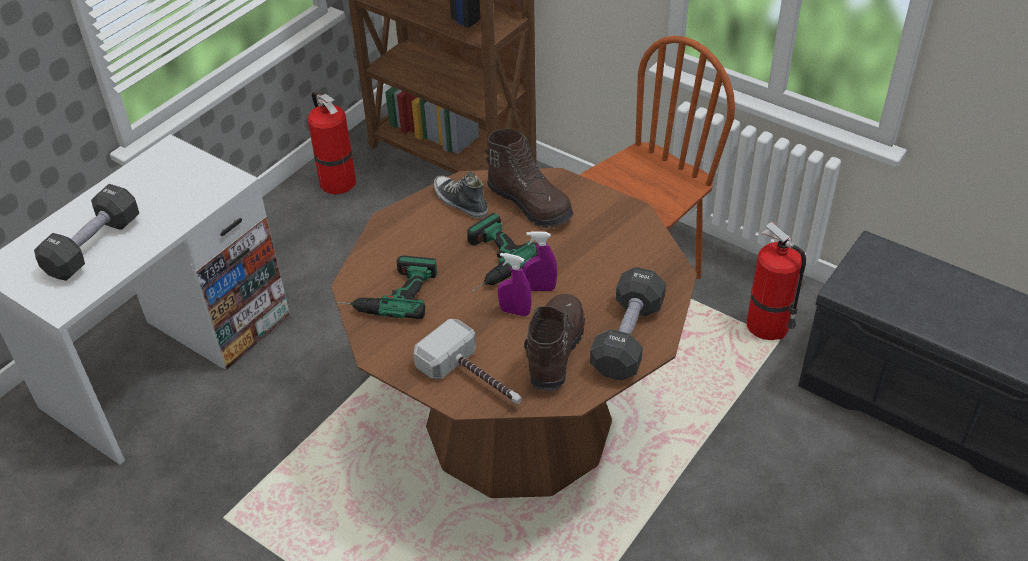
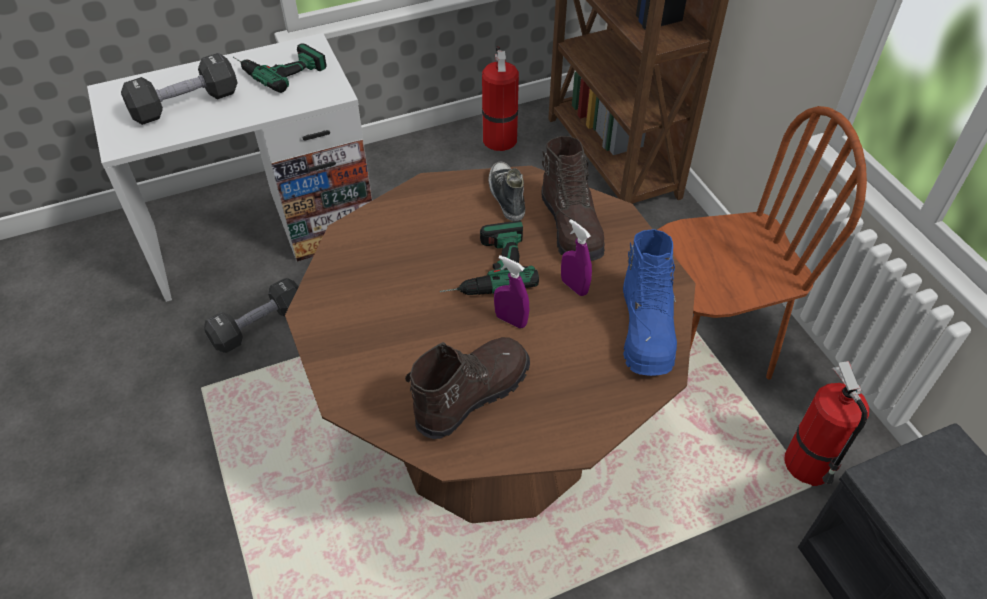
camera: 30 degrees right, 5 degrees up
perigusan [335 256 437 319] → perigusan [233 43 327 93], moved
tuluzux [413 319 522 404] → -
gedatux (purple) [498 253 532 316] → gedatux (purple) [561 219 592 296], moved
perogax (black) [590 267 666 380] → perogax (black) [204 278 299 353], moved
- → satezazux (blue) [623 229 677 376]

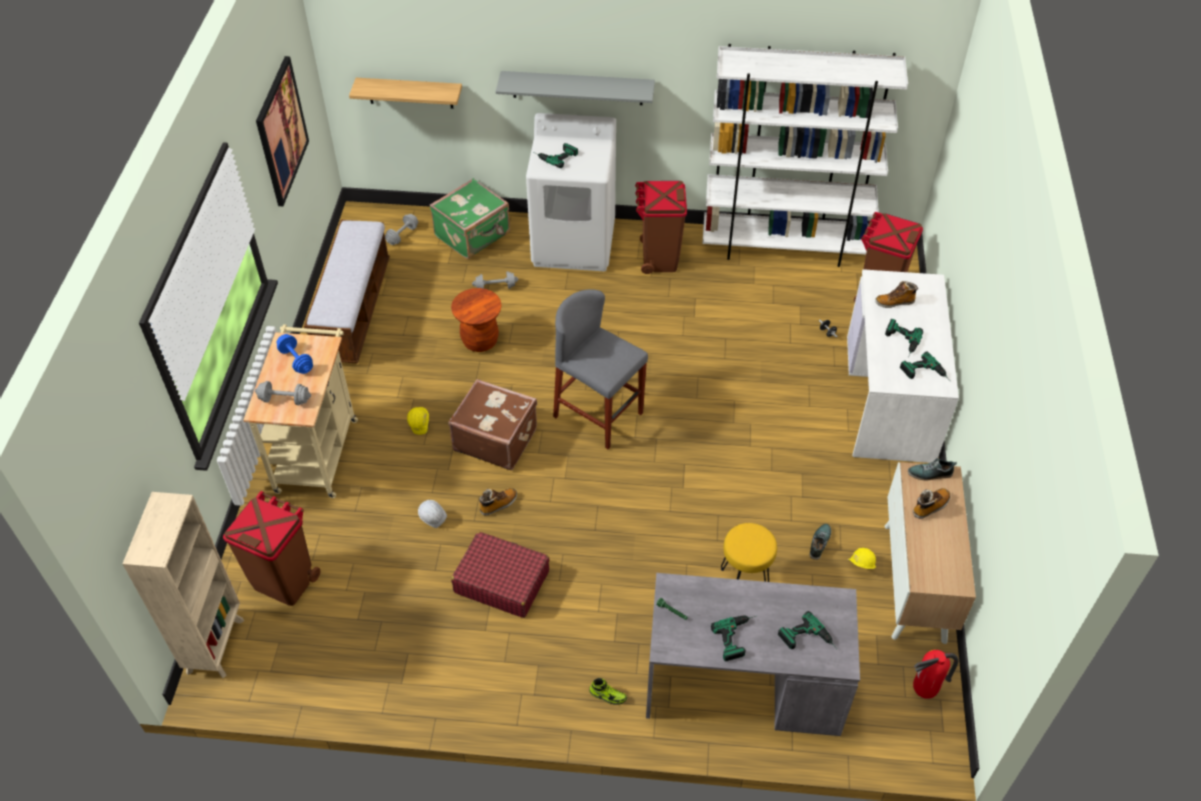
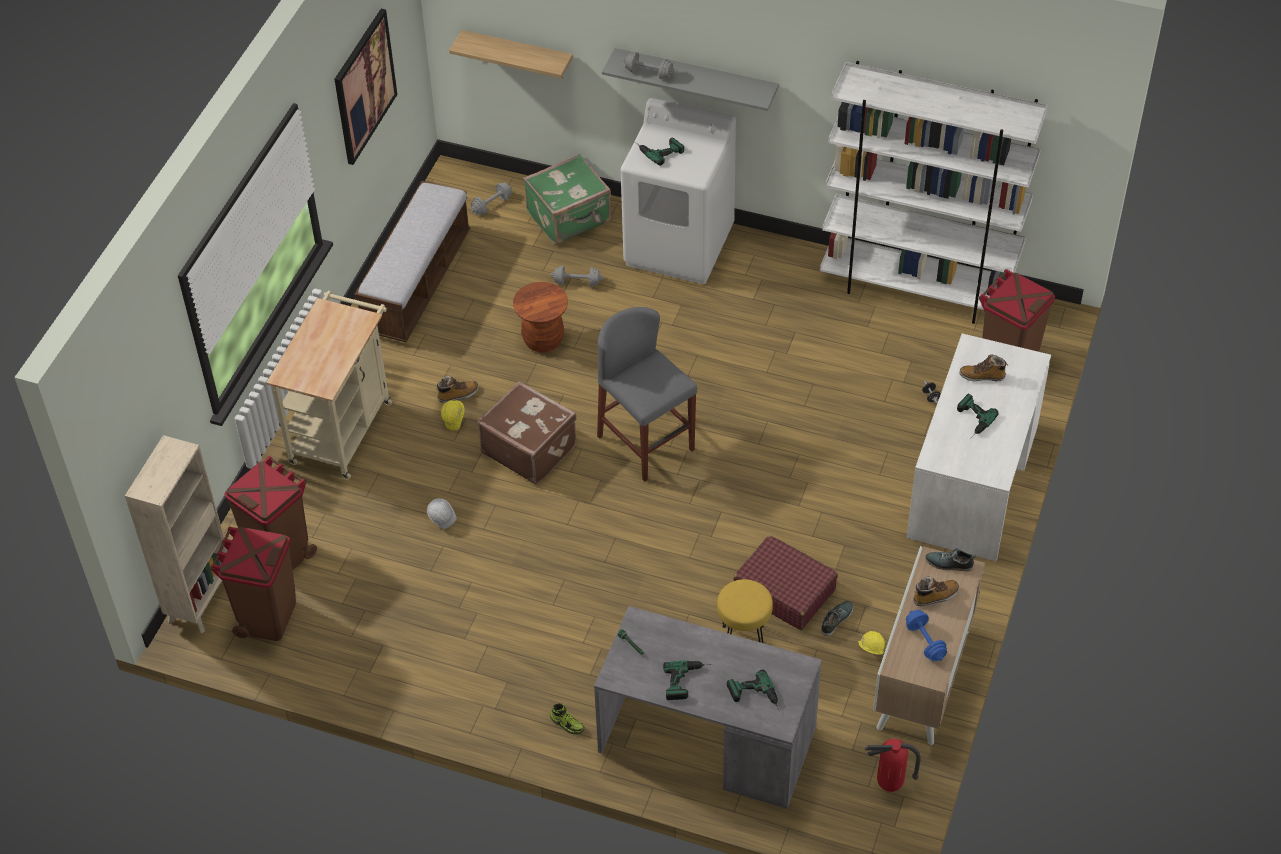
camera: 15 degrees right, 0 degrees up
perogax (grey) [255 381 311 405] → perogax (grey) [623 52 675 79], moved
perogax (blue) [277 334 313 374] → perogax (blue) [906 610 947 661], moved
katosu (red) [451 532 549 618] → katosu (red) [733 535 838 630], moved
satezazux [479 488 517 516] → satezazux [436 376 479 403], moved
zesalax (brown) [635 181 687 274] → zesalax (brown) [211 527 296 641], moved
perigusan [900 351 951 382] → -

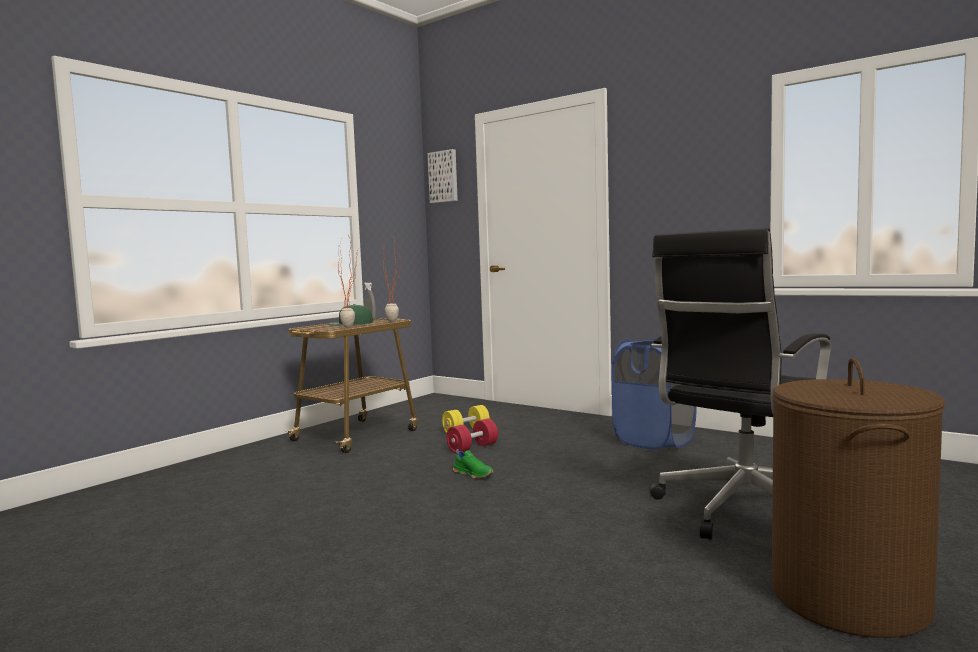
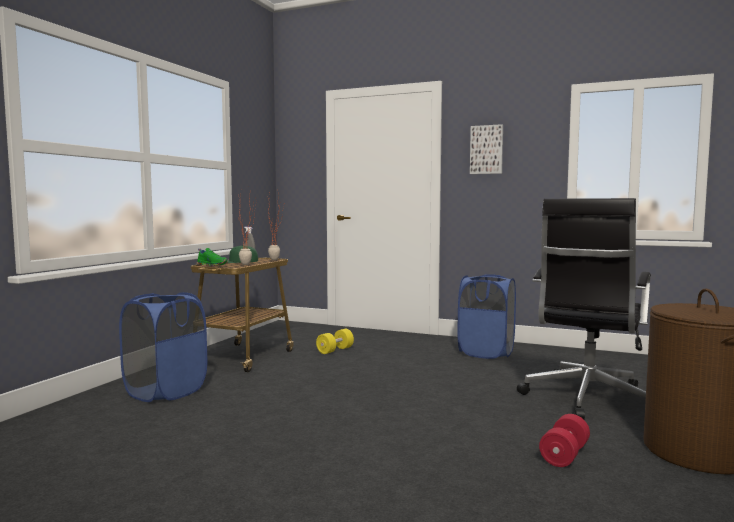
camera: 15 degrees left, 0 degrees up
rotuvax [428 149 458 203] → rotuvax [470 124 503 174], moved
perogax (red) [446 419 498 454] → perogax (red) [539 414 590 467], moved
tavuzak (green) [453 449 494 479] → tavuzak (green) [197 248 228 266], moved
- → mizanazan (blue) [119 292 207 402]

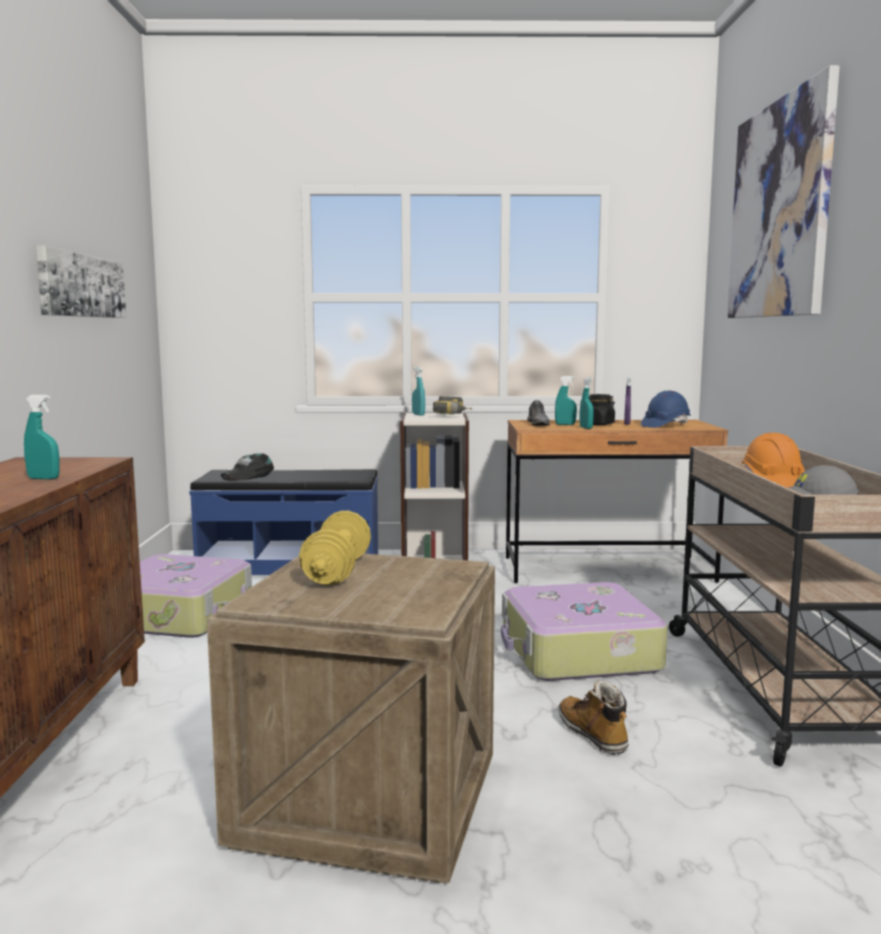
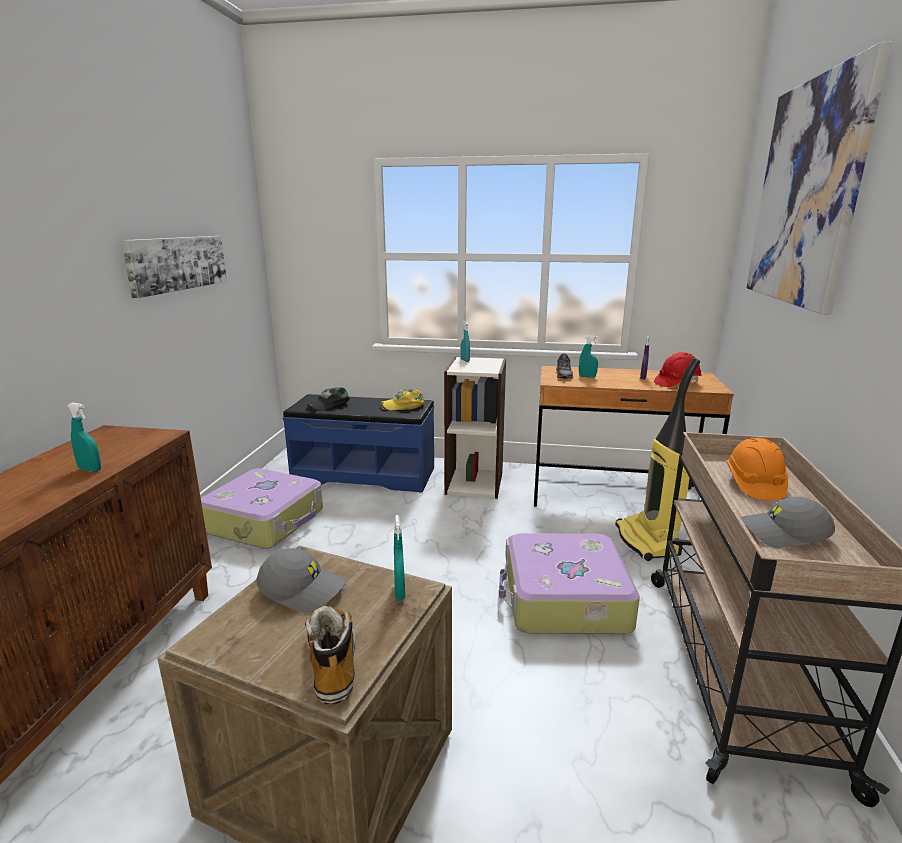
camera: 10 degrees right, 10 degrees up
perogax (yellow) [299 511 371 585] → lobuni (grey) [256 548 345 614]
perigusan [433 396 473 414] → -
satezazux [558 680 629 755] → satezazux [305 605 355 705], moved
gedatux (turquoise) [580 378 594 429] → gedatux (turquoise) [394 515 405 599], moved
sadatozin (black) [589 394 615 425] → -
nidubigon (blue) [640 391 691 428] → nidubigon (red) [654 352 702 387]
- → lobuni (yellow) [381 389 425 411]
- → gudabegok [615 358 700 561]

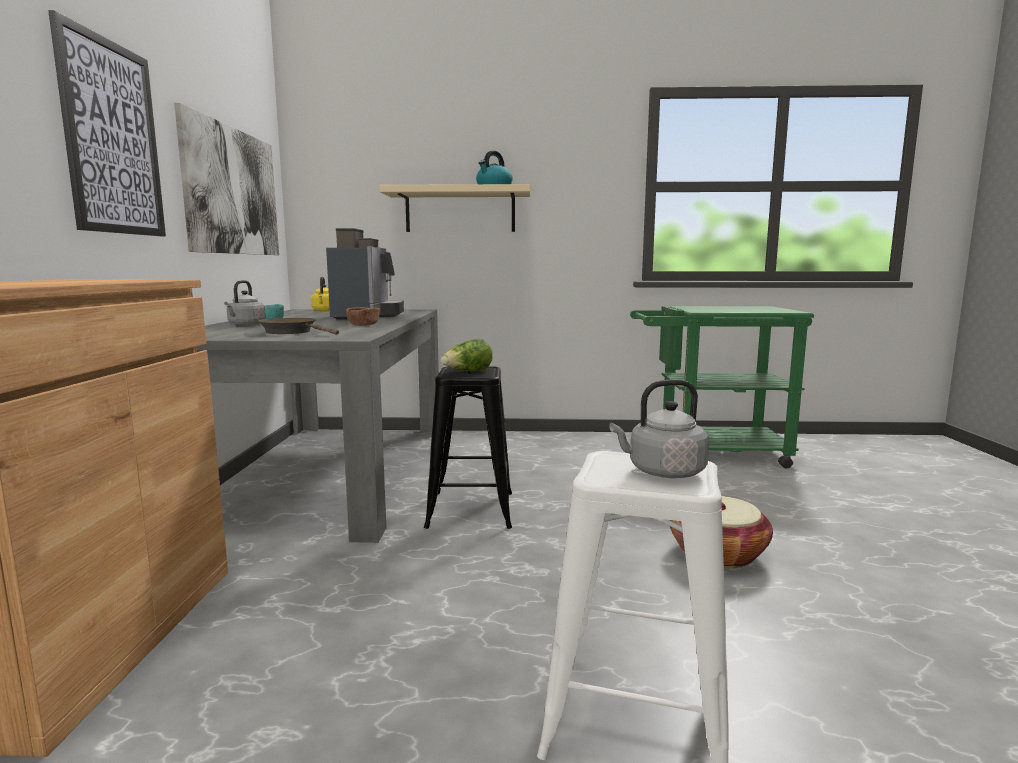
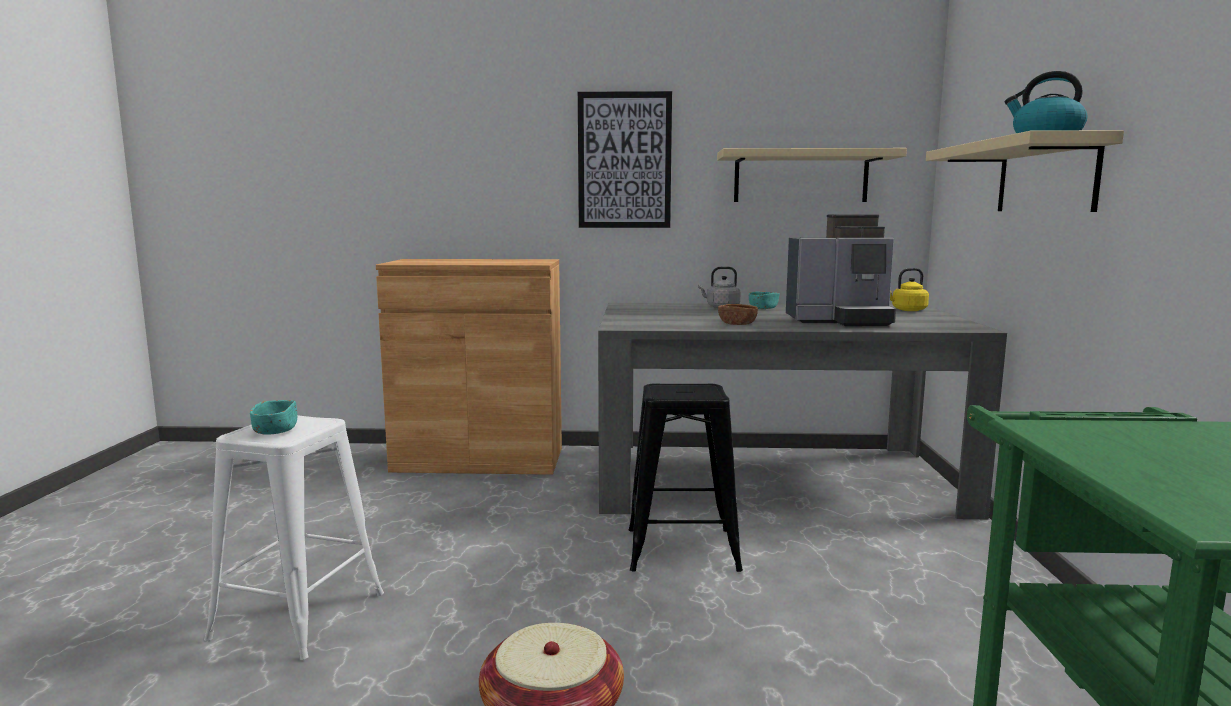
camera: 90 degrees right, 0 degrees up
rotuvax [174 103 279 255] → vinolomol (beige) [717 148 907 202]
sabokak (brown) [258 318 339 335] → -
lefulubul [441 339 493 371] → -
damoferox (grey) [609 379 709 478] → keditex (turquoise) [250 400 297 435]

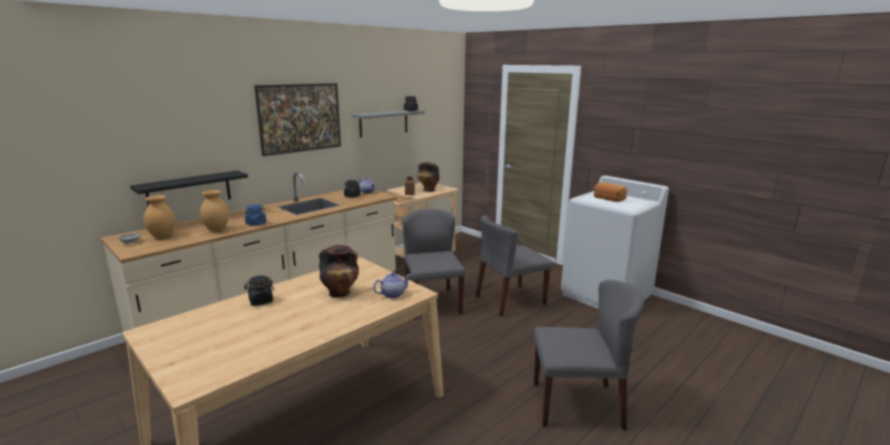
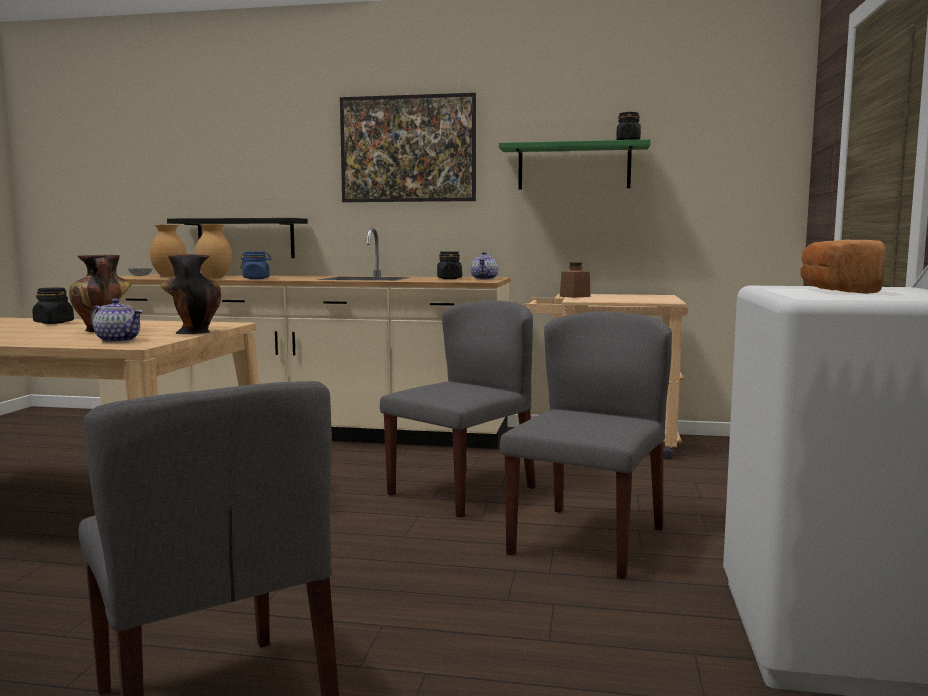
camera: 55 degrees right, 10 degrees down
vinolomol (grey) [352 110 425 138] → vinolomol (green) [499 139 651 190]
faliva [417 162 440 192] → faliva [160 254 221 334], moved
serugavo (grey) [476 216 553 317] → serugavo (grey) [500 311 672 579], 90 degrees clockwise

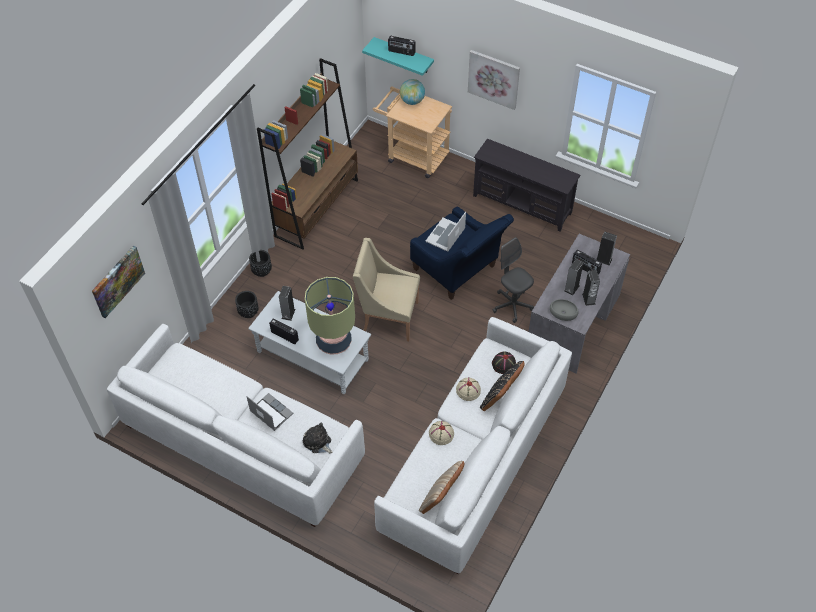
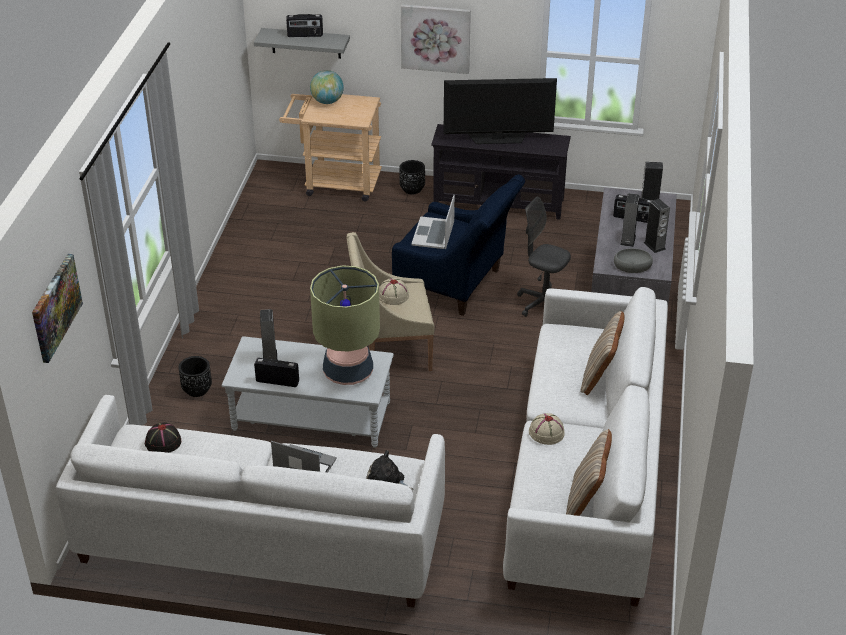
camera: 20 degrees left, 15 degrees down
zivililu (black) [249 250 272 277] → zivililu (black) [399 160 425 194], moved
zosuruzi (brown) [257 58 358 249] → -
vinolomol (turquoise) [362 37 434 76] → vinolomol (grey) [254 28 350 59]
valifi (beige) [456 378 481 401] → valifi (beige) [379 278 409 305], moved
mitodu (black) [480 361 525 411] → mitodu (beige) [580 311 624 395]
valifi (black) [492 351 516 374] → valifi (black) [145 423 181 453], moved
- → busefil [443 78 557 144]

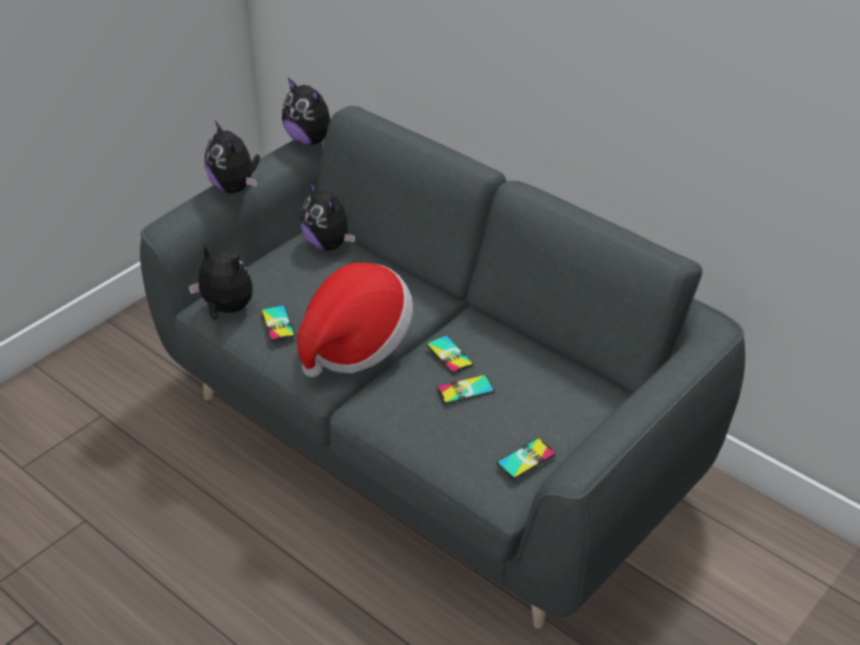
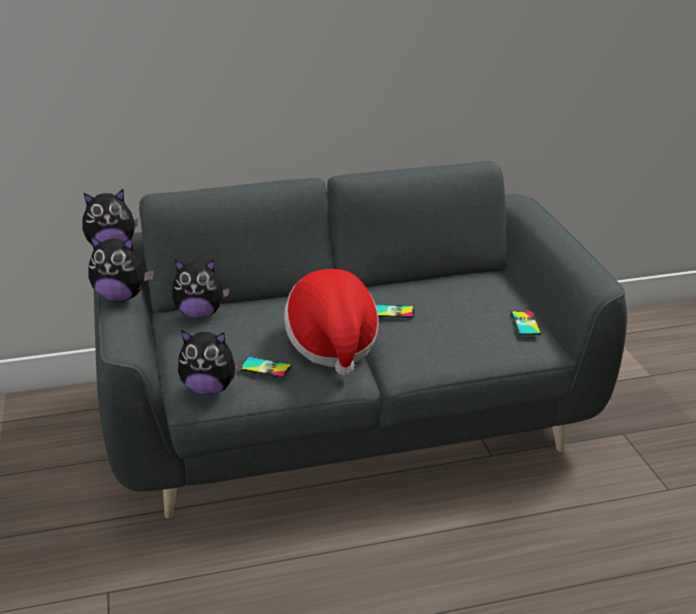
camera: 55 degrees left, 10 degrees down
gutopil [188 243 253 320] → gutopil [178 330 243 395], 150 degrees counterclockwise
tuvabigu [437 375 495 404] → -

